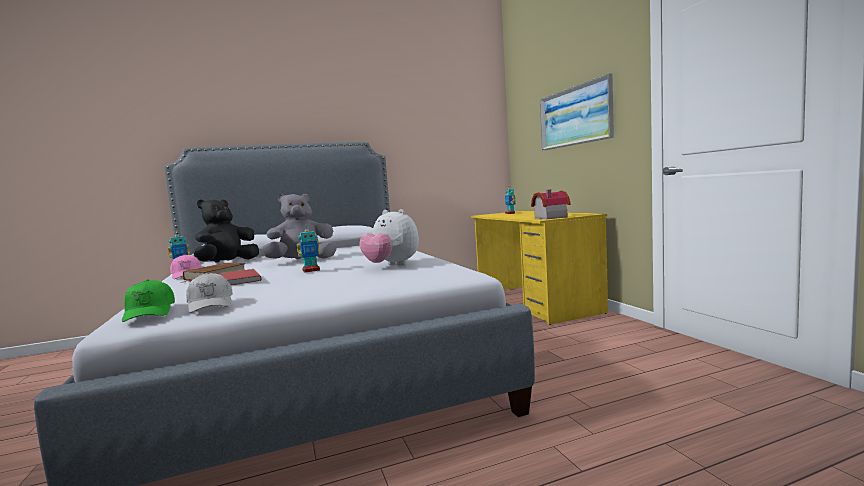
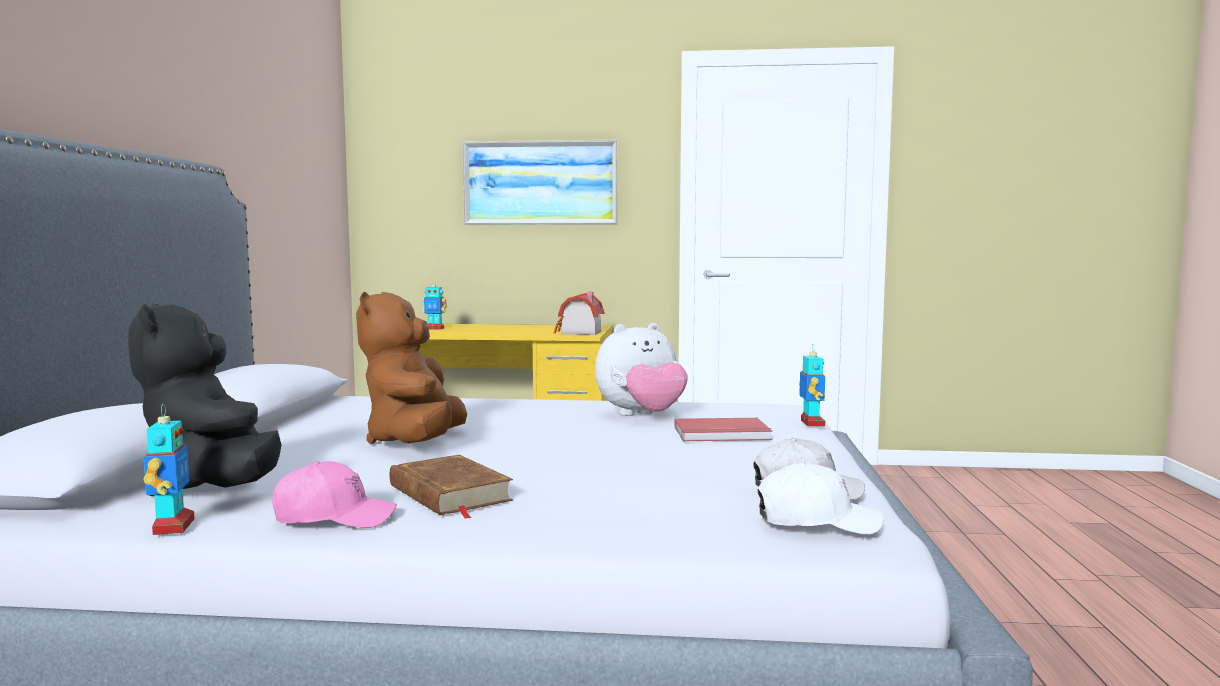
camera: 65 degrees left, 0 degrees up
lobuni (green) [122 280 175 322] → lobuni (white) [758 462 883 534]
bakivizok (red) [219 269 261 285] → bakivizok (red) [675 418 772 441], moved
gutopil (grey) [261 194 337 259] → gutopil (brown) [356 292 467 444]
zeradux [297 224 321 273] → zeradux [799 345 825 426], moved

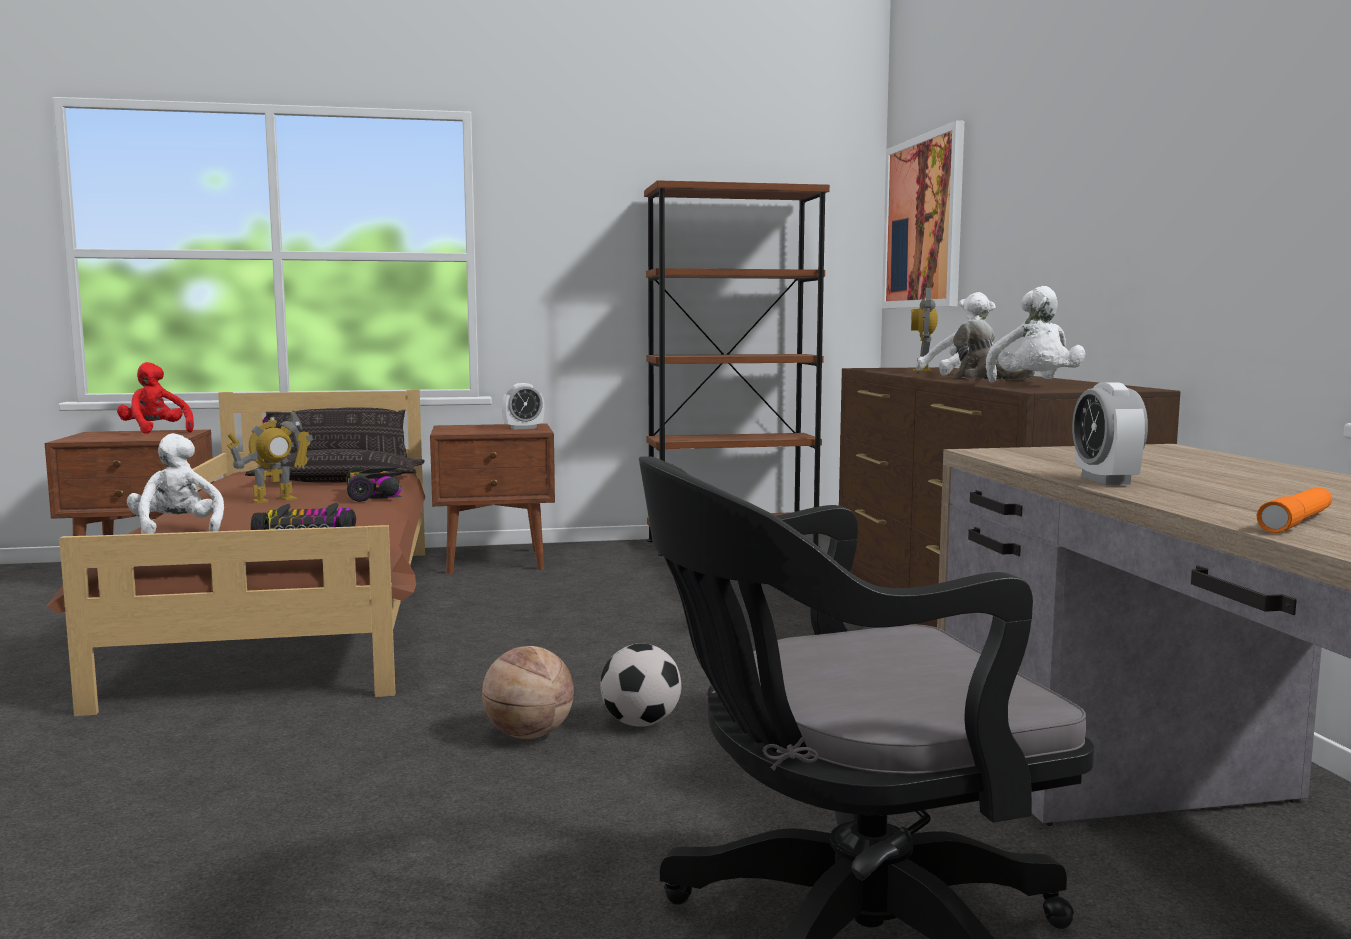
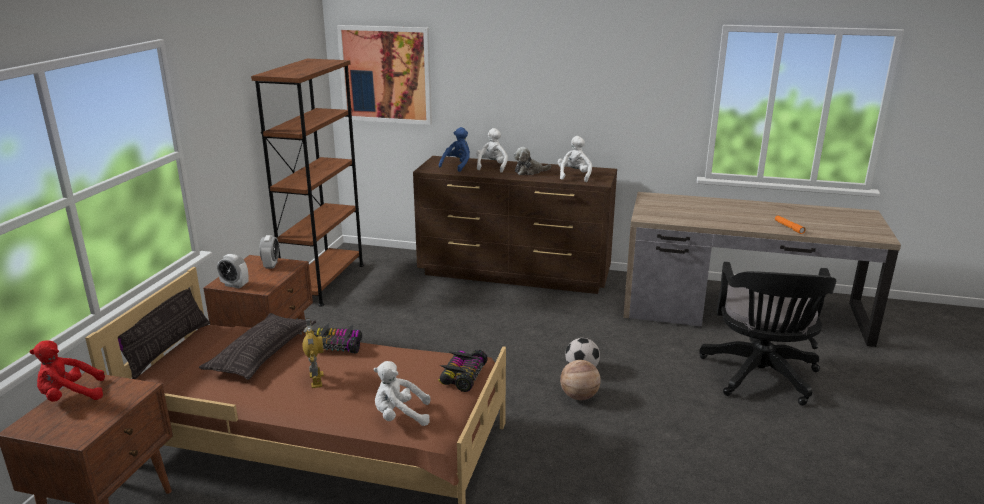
camera: 65 degrees left, 15 degrees up
zeradux [911 288 938 371] → gutopil (blue) [439 127 470 172]
gutopil (white) [986 286 1085 383] → gutopil (white) [558 136 592 182], 105 degrees counterclockwise
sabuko [1072 382 1148 485] → sabuko [217 254 249 288], moved

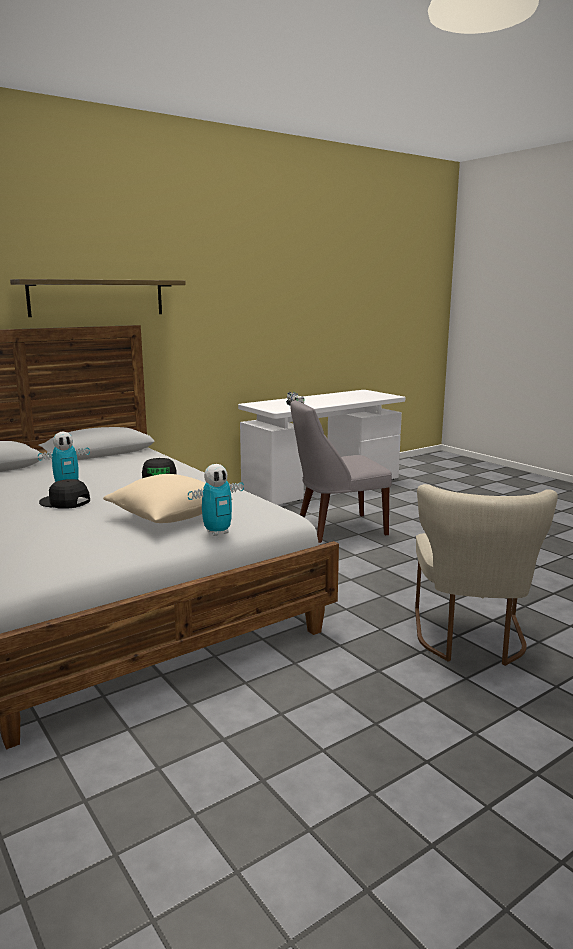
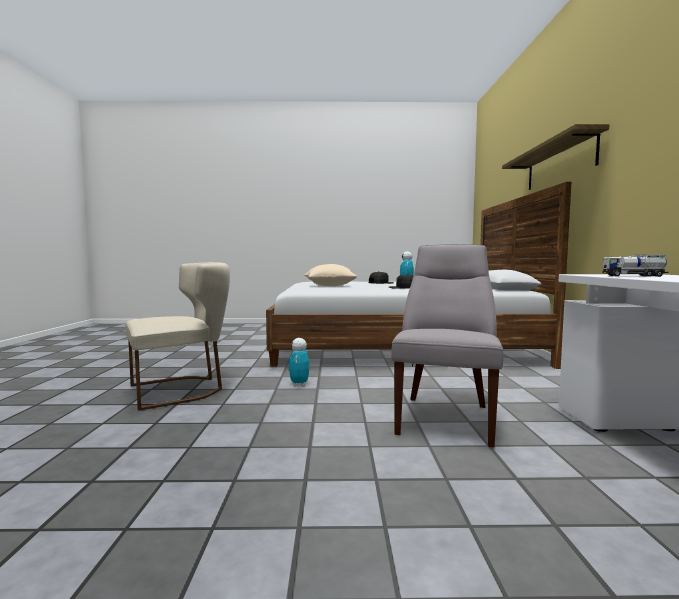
camera: 125 degrees right, 10 degrees down
zeradux [188 464 244 536] → zeradux [288 338 309 386], moved
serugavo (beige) [415 484 558 666] → serugavo (beige) [125 262 230 411], 105 degrees clockwise

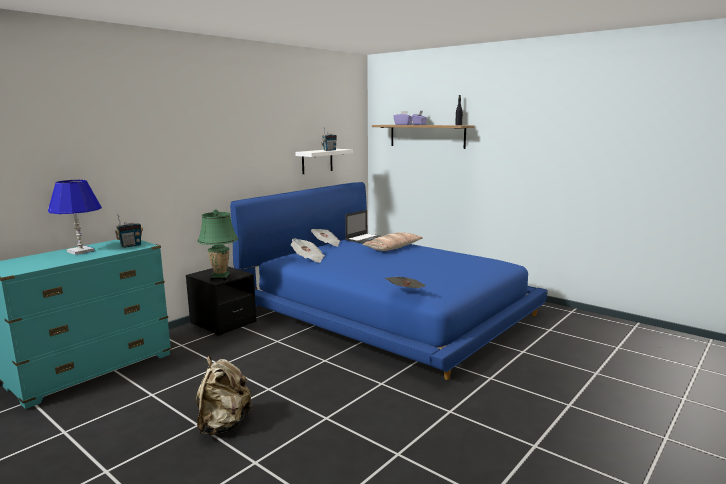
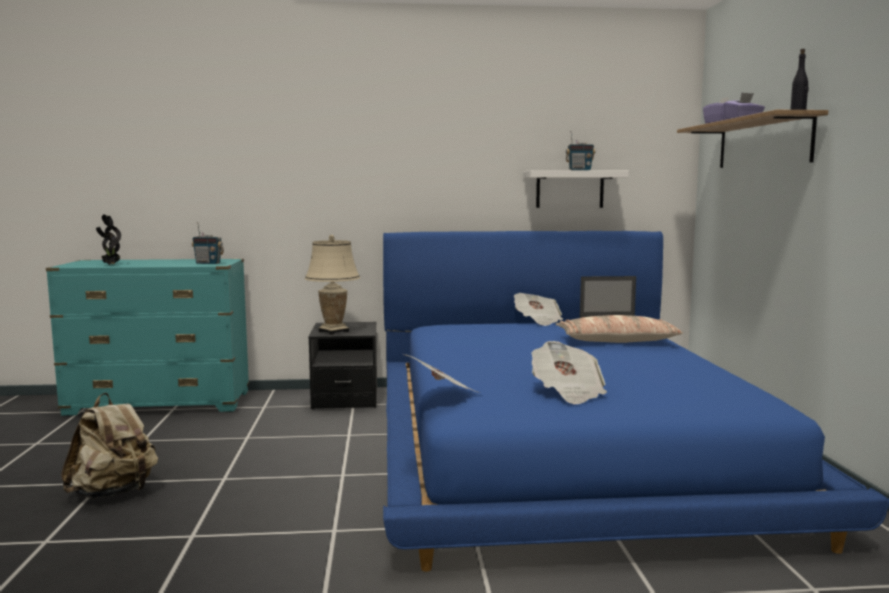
camera: 45 degrees right, 5 degrees down
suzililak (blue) [48 180 102 255] → -
suzililak (green) [197 209 238 280] → suzililak (beige) [305 235 360 335]
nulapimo [291 238 325 263] → nulapimo [531 341 607 404], moved
- → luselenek [96 214 121 265]

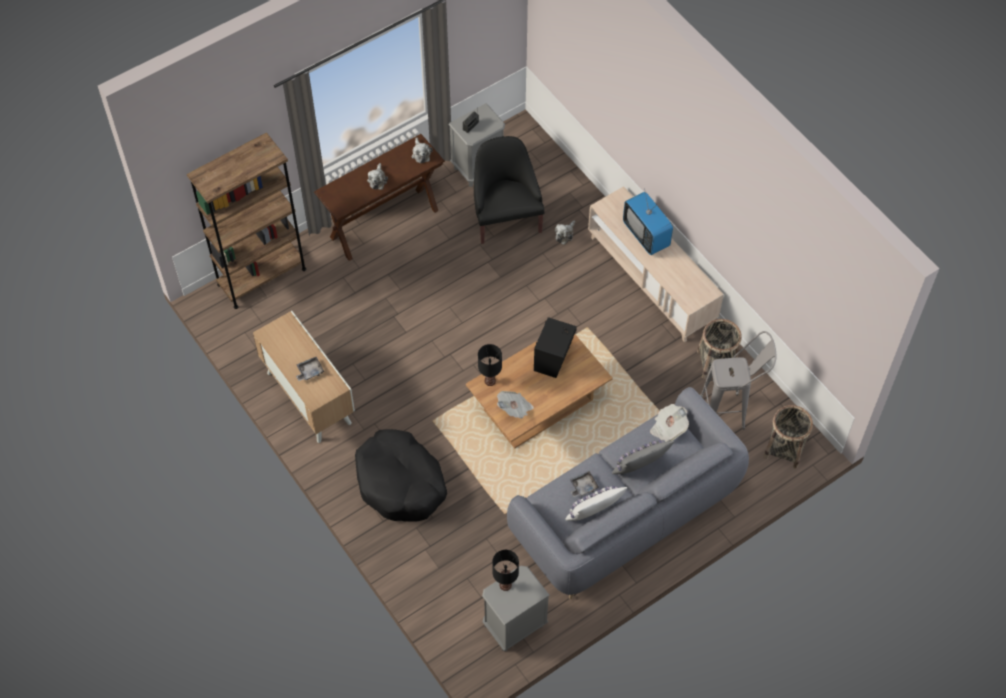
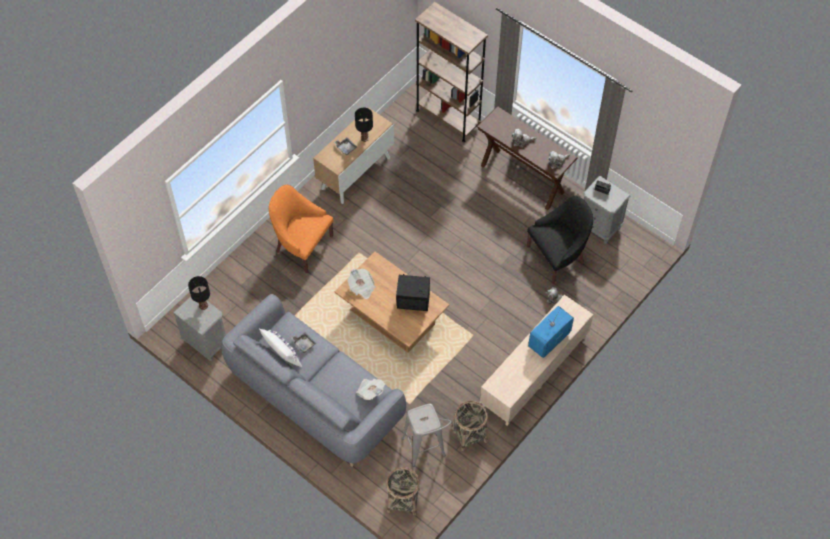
camera: 75 degrees right, 0 degrees up
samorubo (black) [355 429 447 522] → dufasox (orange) [269 185 334 273]
suzililak (black) [478 344 502 386] → suzililak (black) [355 108 373 142], moved
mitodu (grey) [612 440 674 474] → -

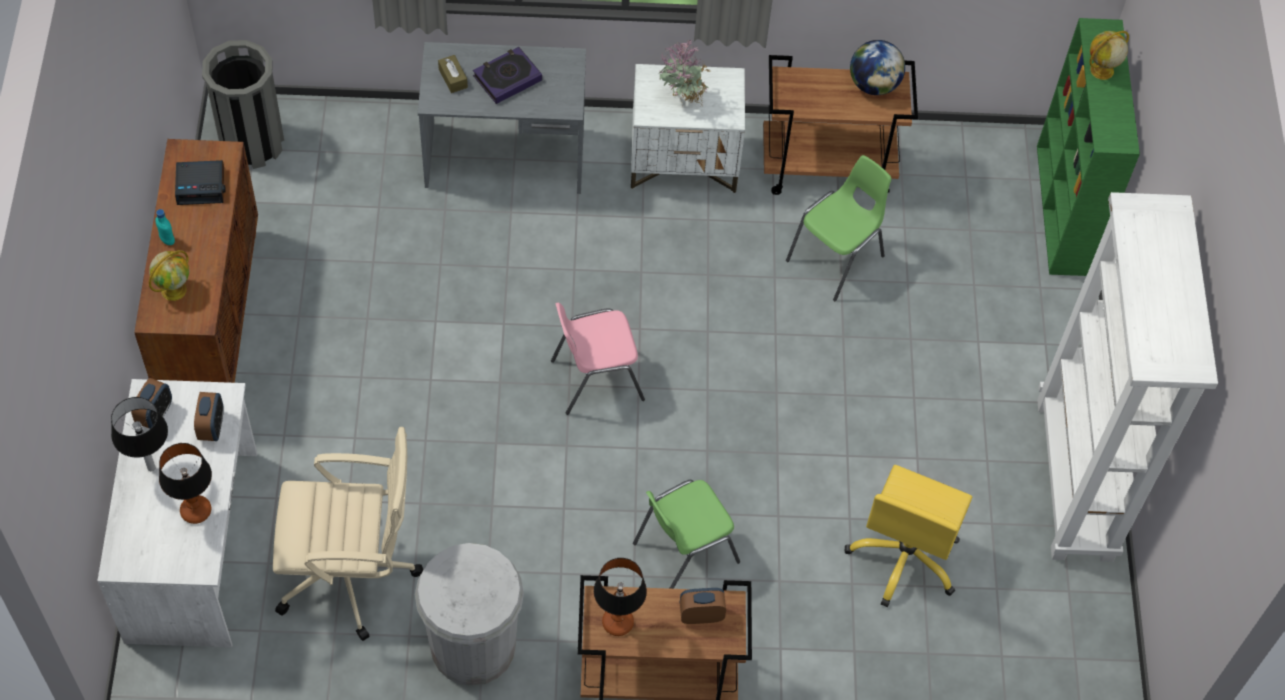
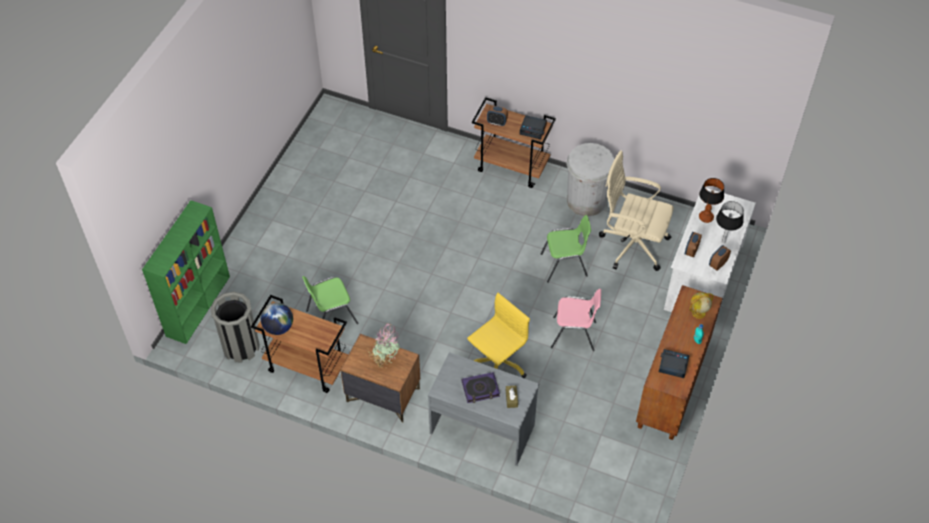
camera: 155 degrees left, 5 degrees down
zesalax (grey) [202 40 284 169] → zesalax (grey) [210 291 260 363], moved
serugavo (pink) [551 303 645 415] → serugavo (pink) [551 289 601 351], moved
suzililak [594 558 647 636] → sabuko [520 115 547 139]
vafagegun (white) [631 64 745 193] → vafagegun (brown) [340 334 420 423]
serugavo (green) [633 480 740 589] → serugavo (green) [541 215 591 283], moved
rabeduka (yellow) [844 465 972 607] → rabeduka (yellow) [467 293 530 378], moved
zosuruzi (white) [1037 192 1218 562] → -
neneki [1090 31 1129 80] → -

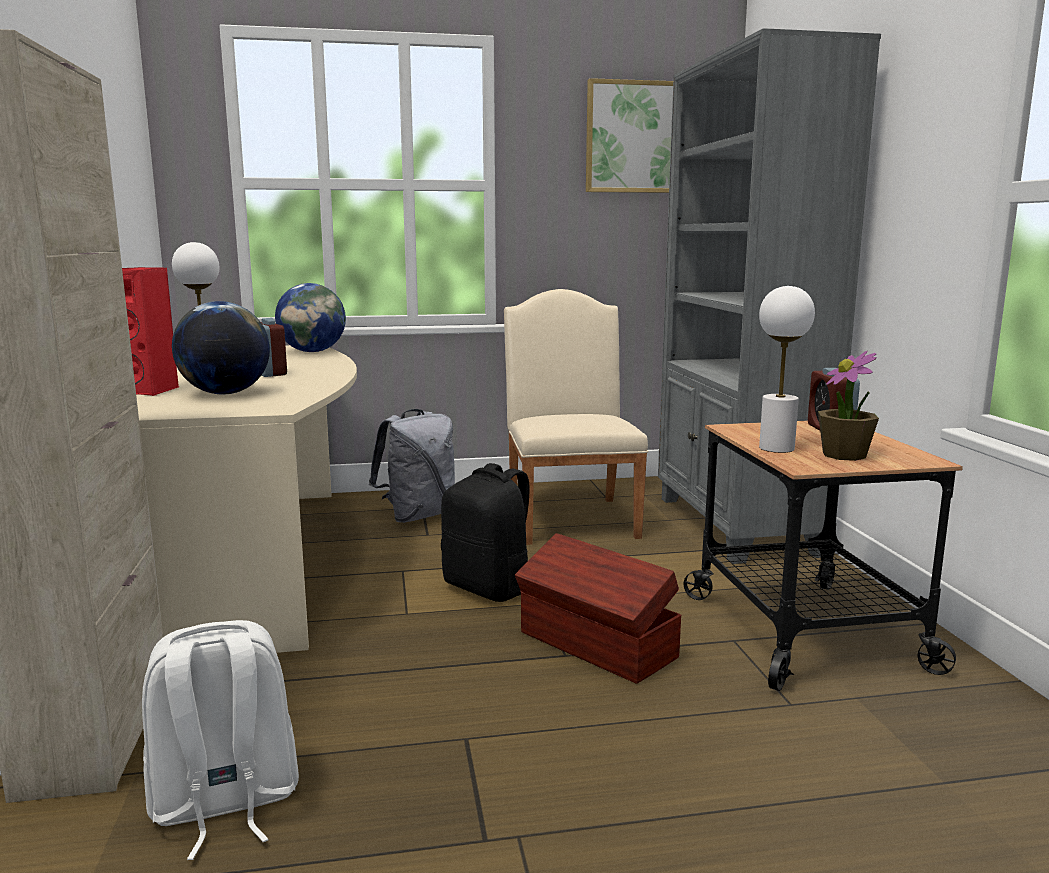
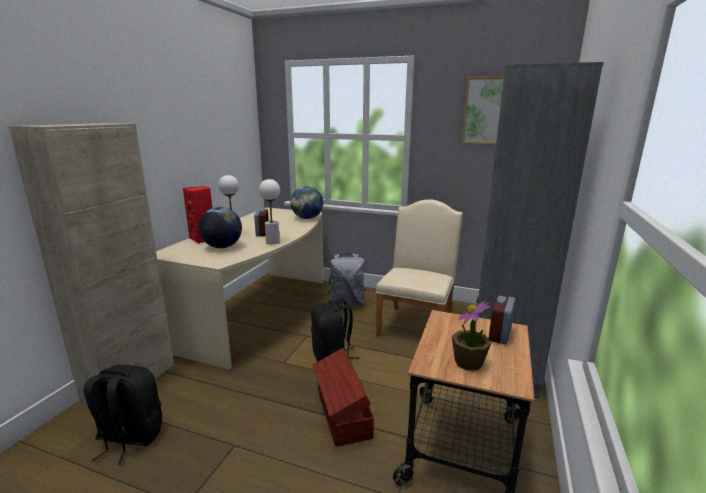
camera: 30 degrees right, 5 degrees up
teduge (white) [142 620 299 860] → teduge (black) [84 364 162 465]
suzililak (white) [759 286 815 453] → suzililak (white) [259 179 280 244], moved

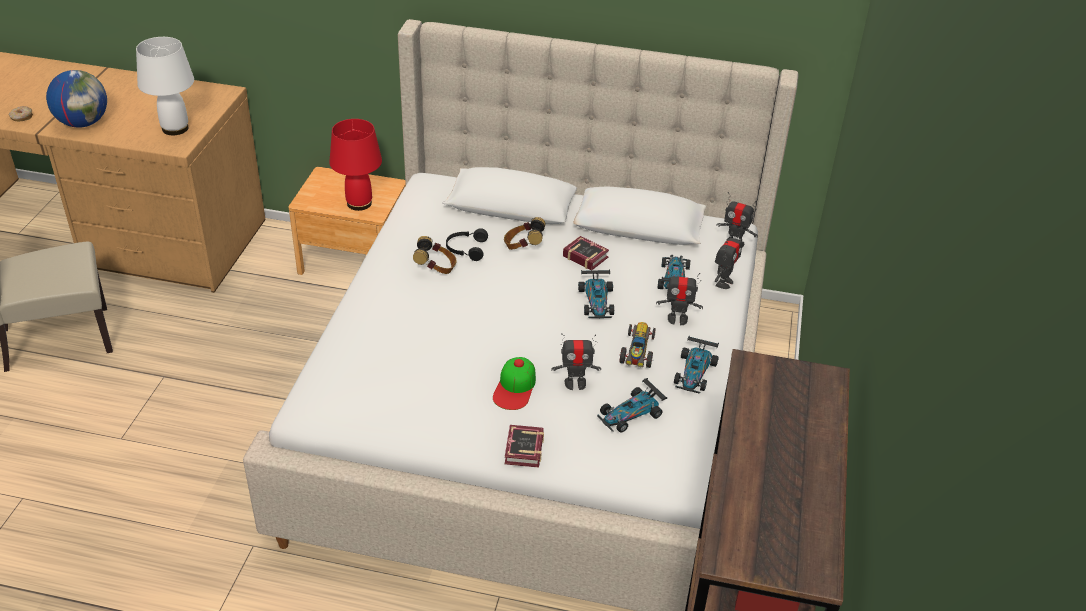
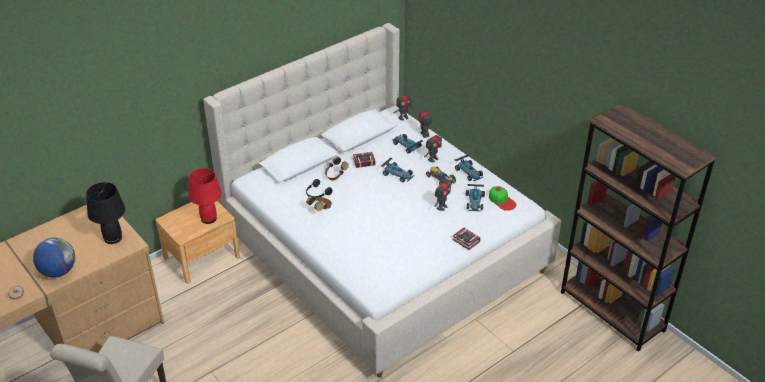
camera: 50 degrees left, 0 degrees up
suzililak (white) [136 37 194 135] → suzililak (black) [86 182 125 244]
lobuni [493 357 536 410] → lobuni [489 186 516 211], moved

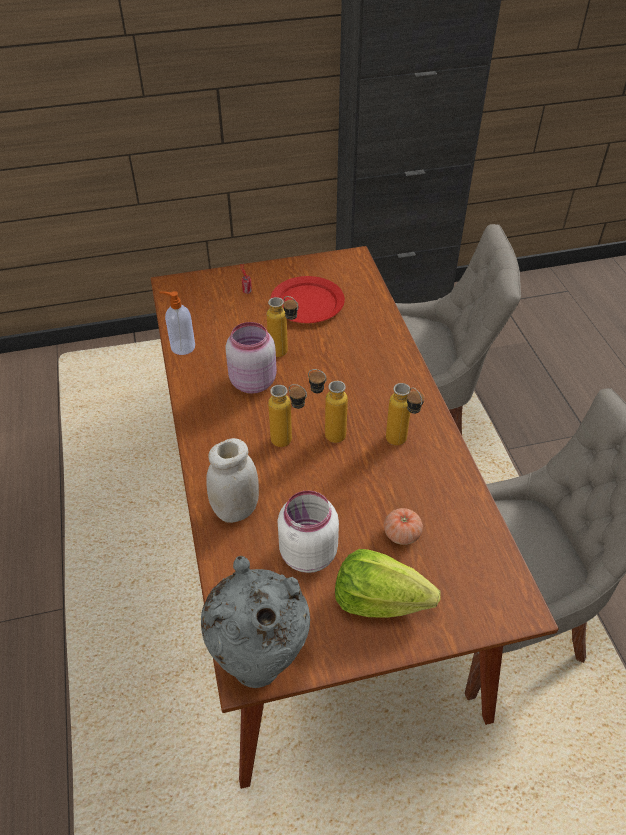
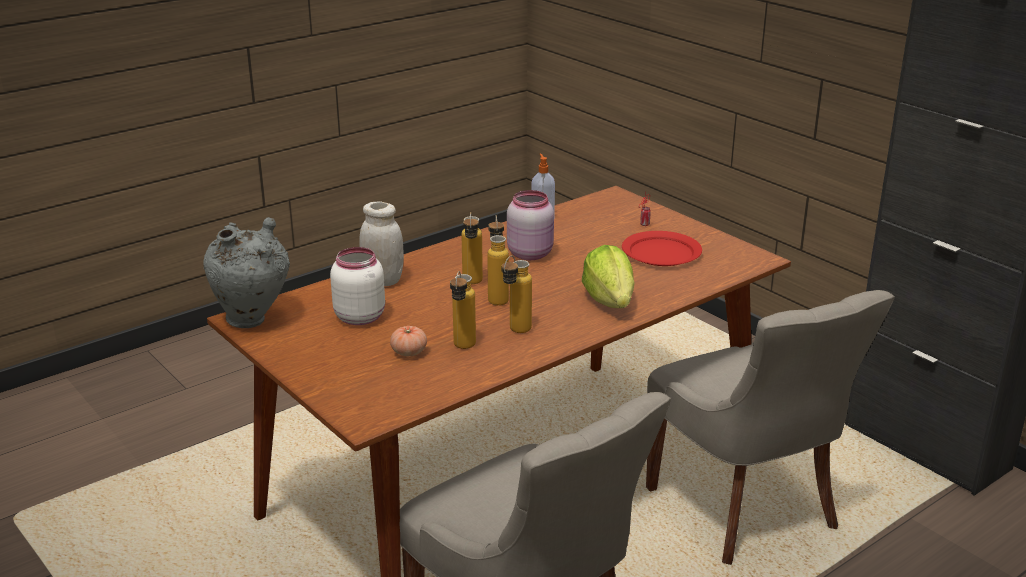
camera: 65 degrees right, 20 degrees down
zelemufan [267 296 298 357] → zelemufan [450 271 476 349], moved
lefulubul [335 549 440 618] → lefulubul [582 245 634 308], moved

